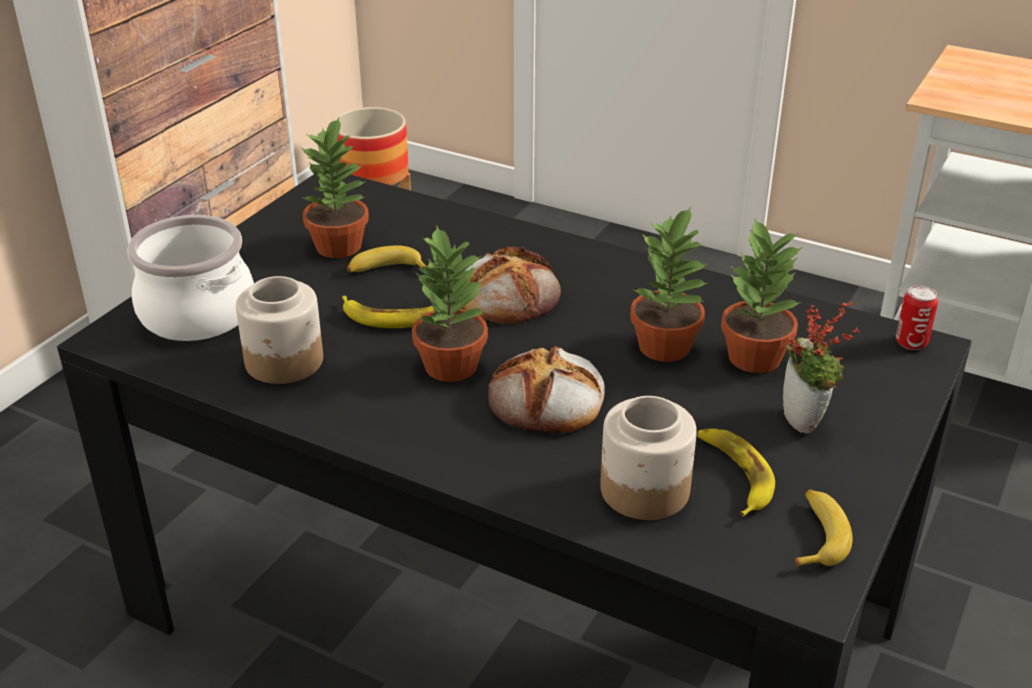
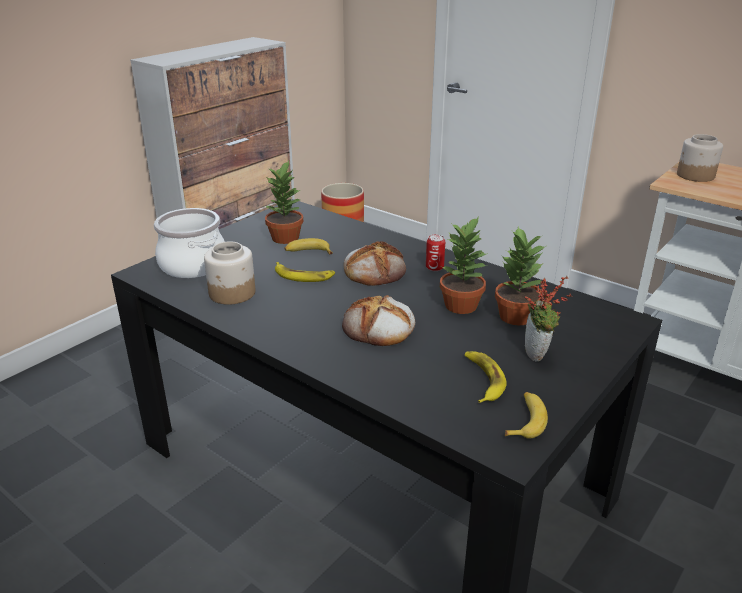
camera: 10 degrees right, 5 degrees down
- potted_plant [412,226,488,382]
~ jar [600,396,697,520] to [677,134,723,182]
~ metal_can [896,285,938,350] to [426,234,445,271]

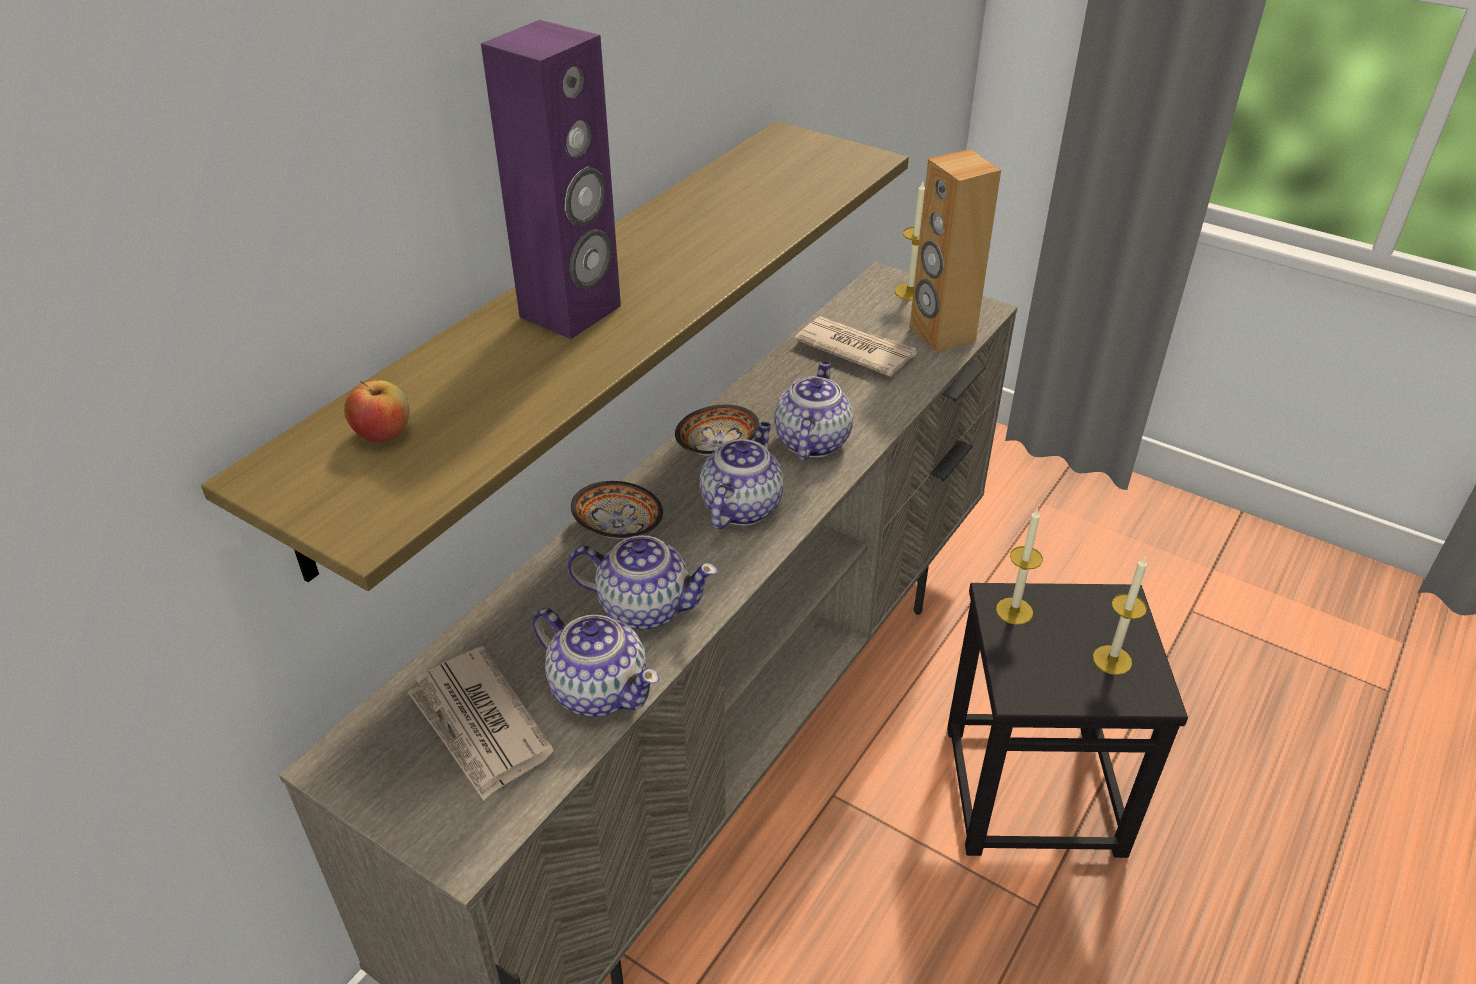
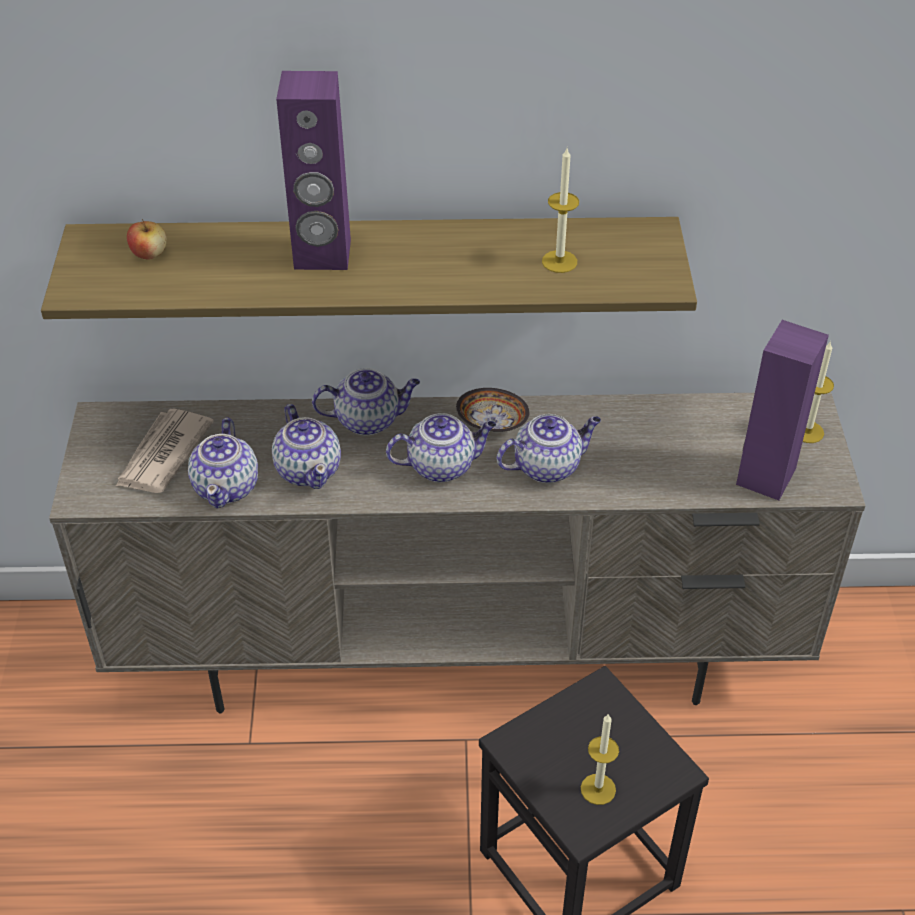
camera: 55 degrees right, 5 degrees up
~ serving_bowl [571,481,663,539] to tea_pot [312,368,420,435]
- daily_paper [794,316,917,377]
~ brown_loudspeaker [909,149,1001,353] to purple_loudspeaker [736,320,829,500]
~ candle [996,508,1043,625] to [542,148,579,273]

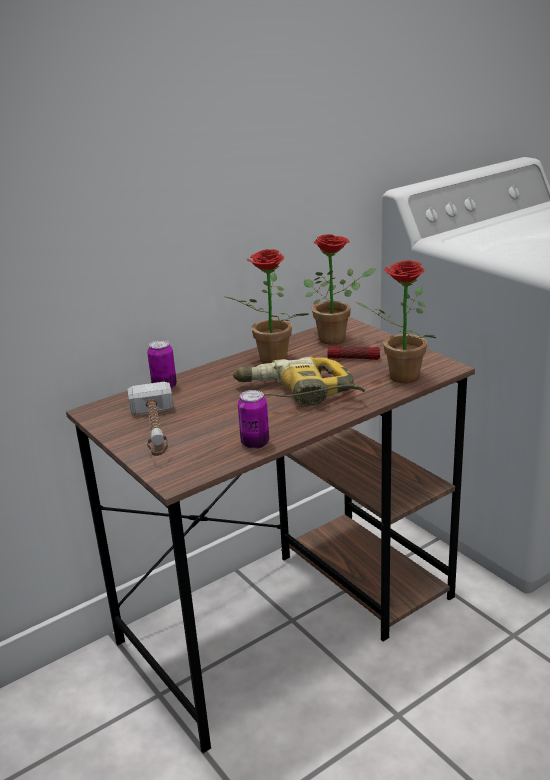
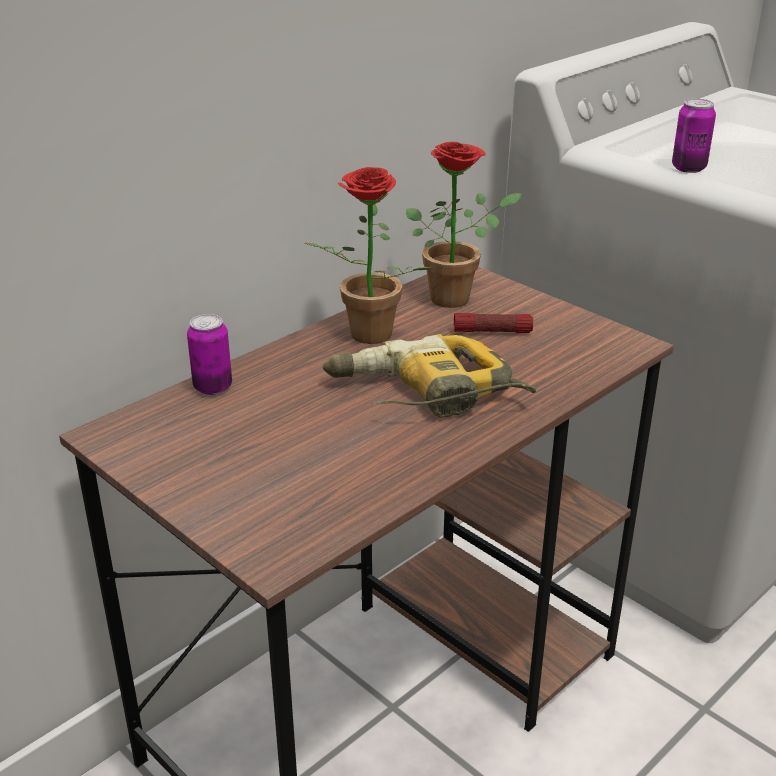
camera: 10 degrees left, 5 degrees up
- tool_hammer [128,381,173,456]
~ metal_can [238,390,269,449] to [672,99,716,173]
- potted_plant [356,260,436,383]

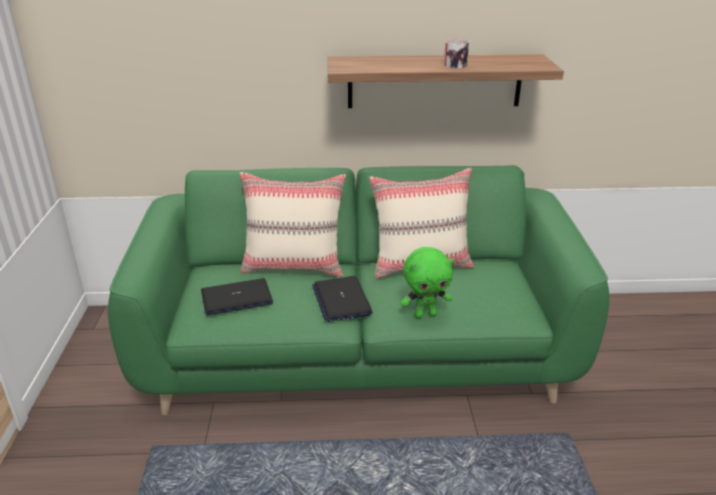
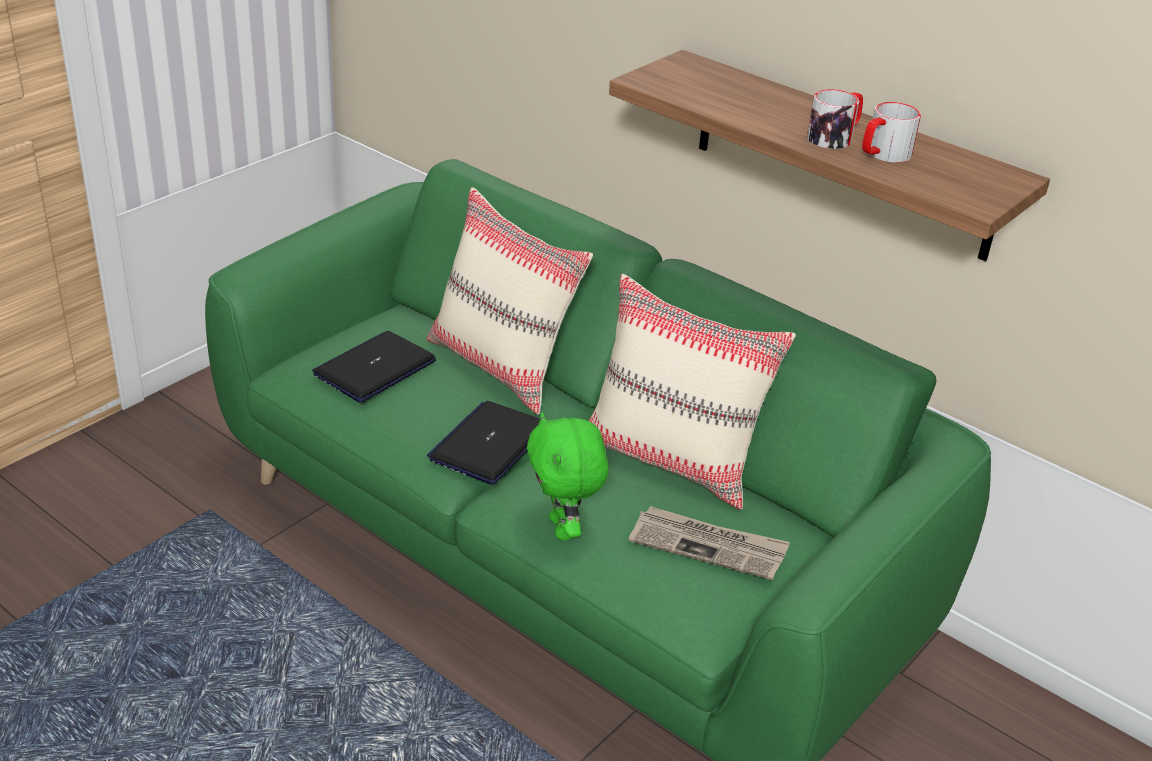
camera: 40 degrees right, 5 degrees up
~ portable_computer [201,278,273,315] = [312,331,436,403] 75 degrees counterclockwise
~ green-coloured_cuddly_toy [400,247,454,318] = [527,413,609,541] 45 degrees clockwise
+ daily_paper [628,506,790,580]
+ tea_mug [862,102,921,163]

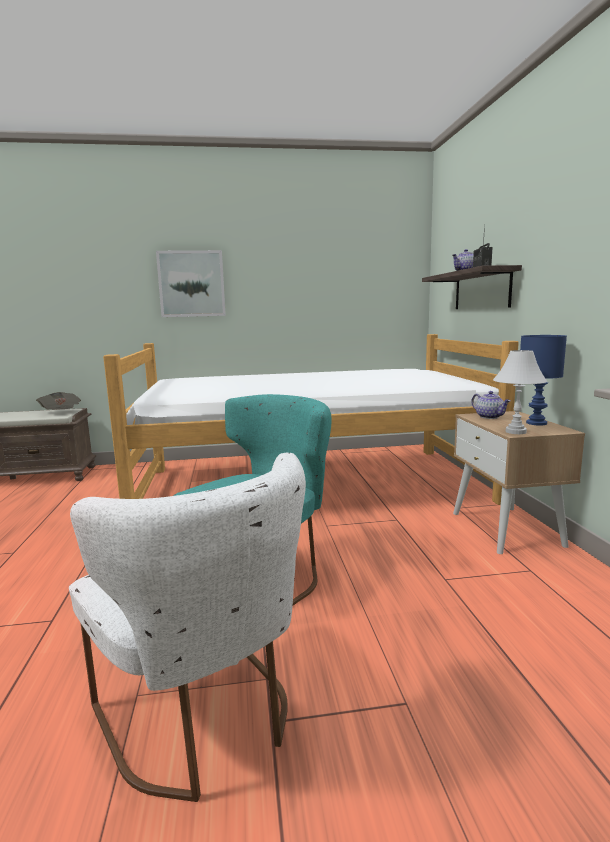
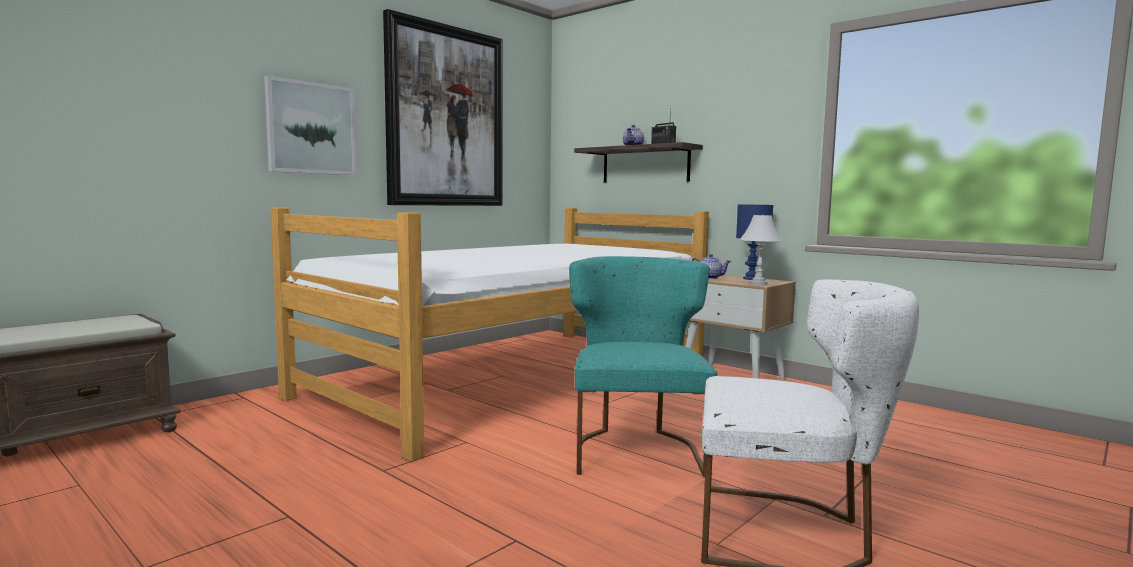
camera: 40 degrees left, 5 degrees down
- daily_paper [36,392,81,410]
+ wall_art [383,9,503,206]

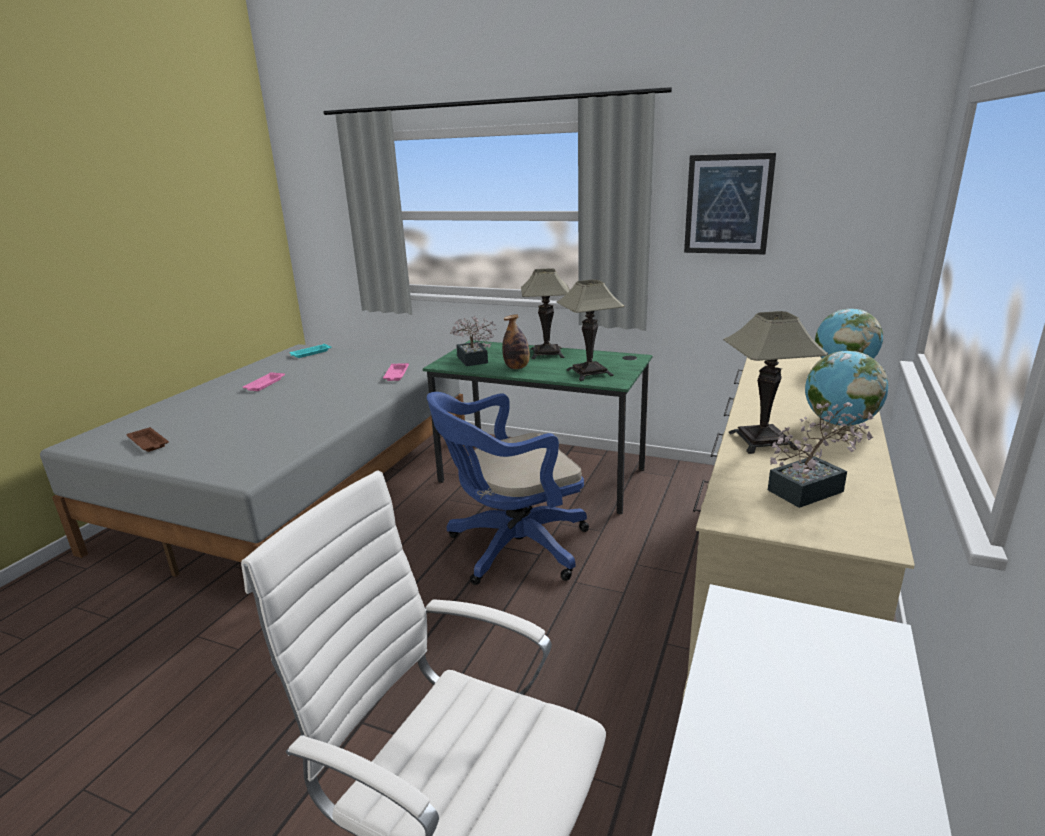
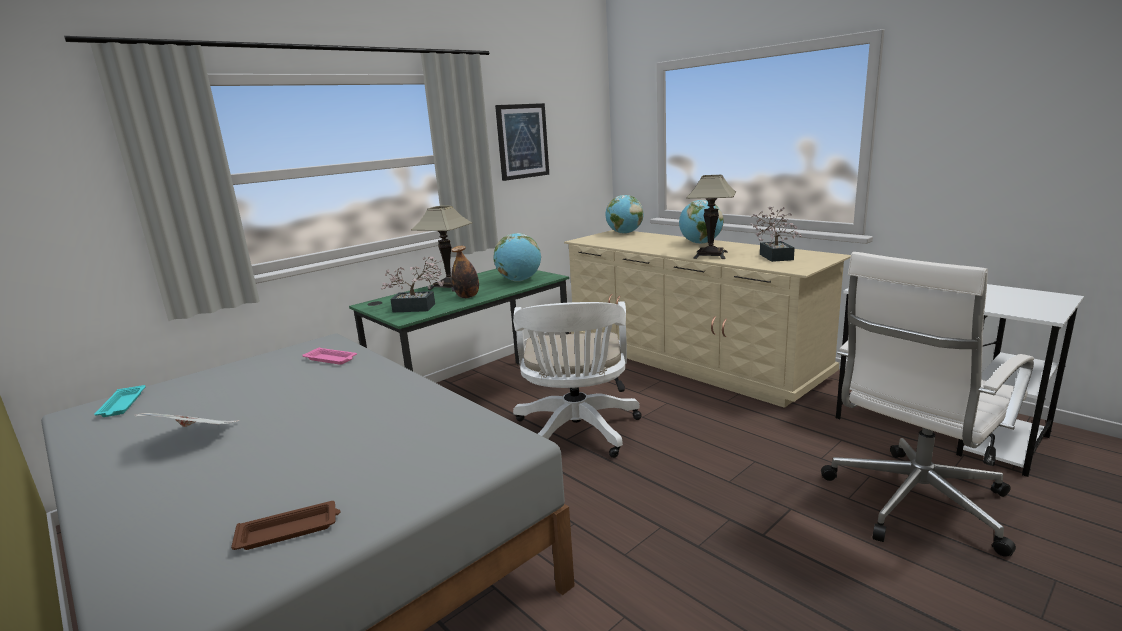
camera: 65 degrees left, 5 degrees down
~ pink_tray [243,372,285,391] to daily_paper [136,413,240,427]
~ blue-coloured_office_chair [427,392,589,585] to whitish_office_chair [513,301,642,458]
~ tabletop_lamp [557,279,625,381] to globe [493,233,541,281]

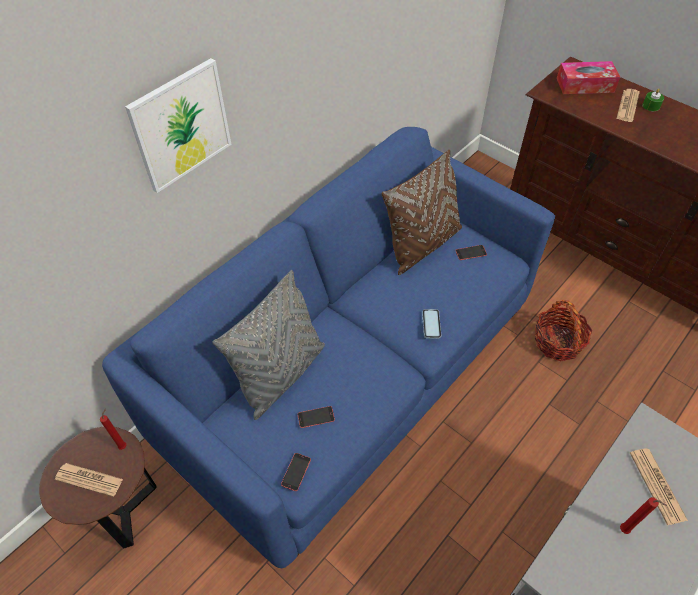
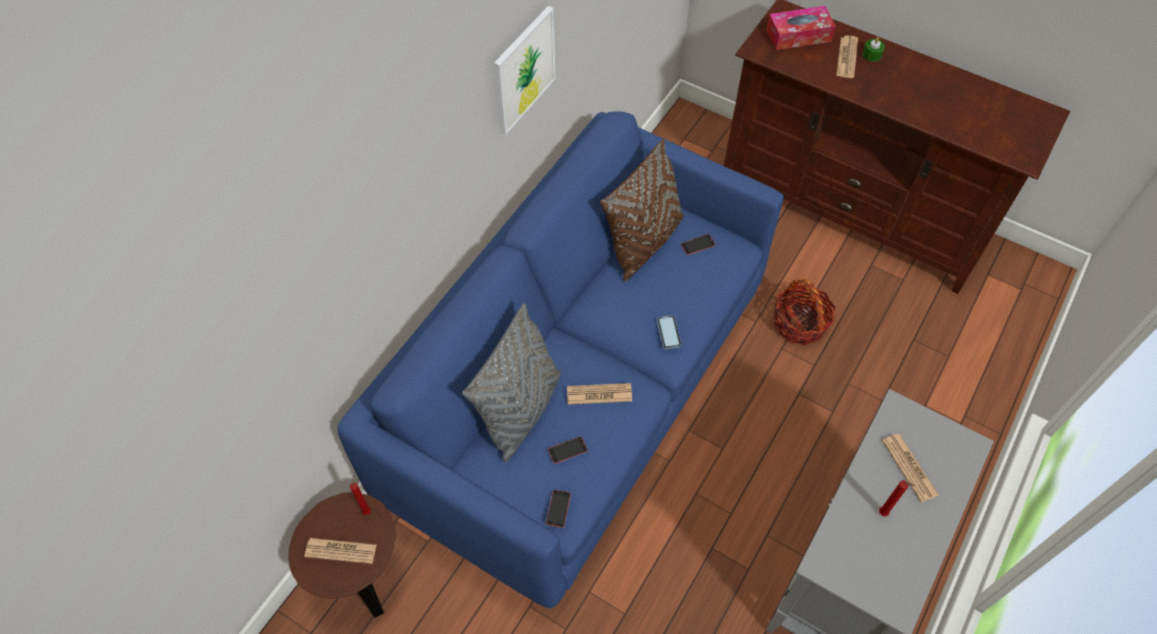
camera: 10 degrees left, 5 degrees up
~ wall_art [125,58,232,193] to [494,6,555,135]
+ daily_paper [567,383,632,405]

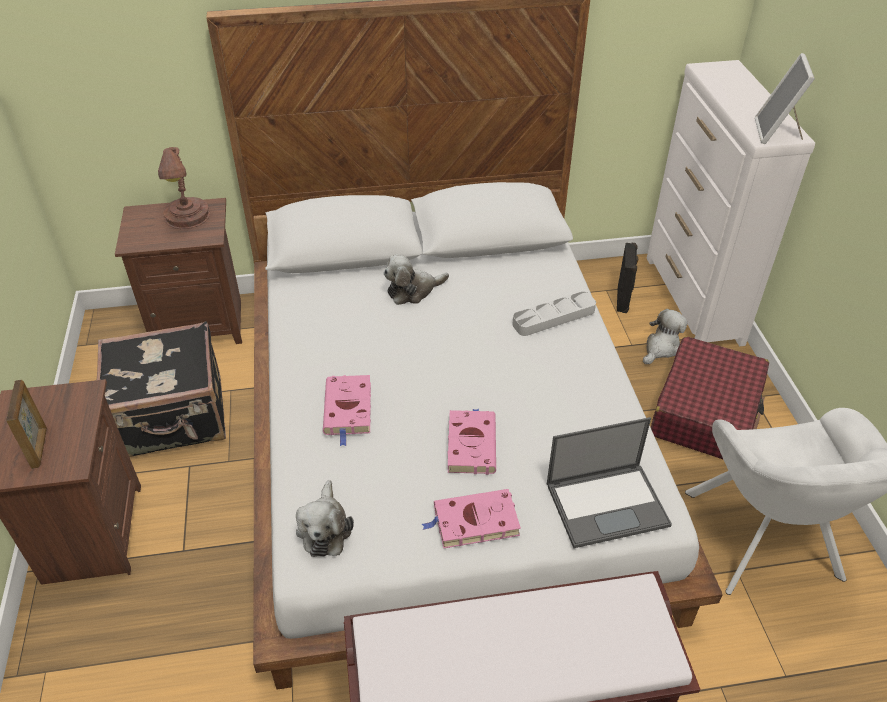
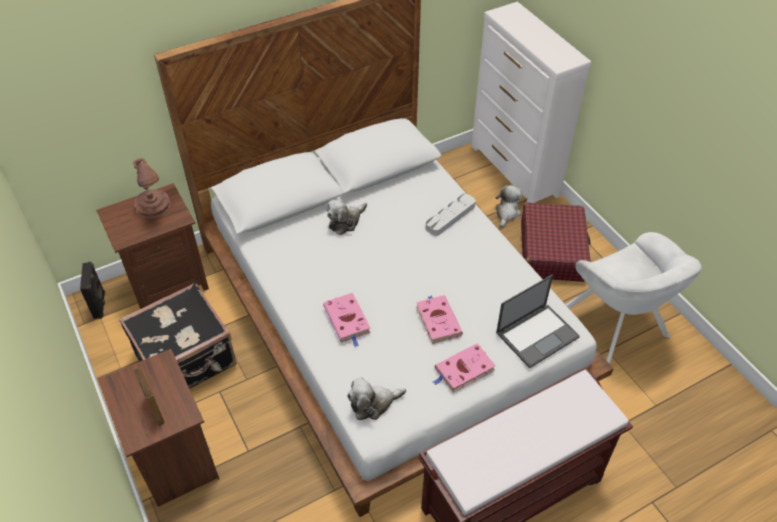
camera: 20 degrees left, 5 degrees up
~ cuddly_toy [296,480,354,557] = [347,377,406,420] 90 degrees clockwise
~ black_loudspeaker [617,243,638,313] to [80,262,105,319]
- picture_frame [755,53,815,144]

